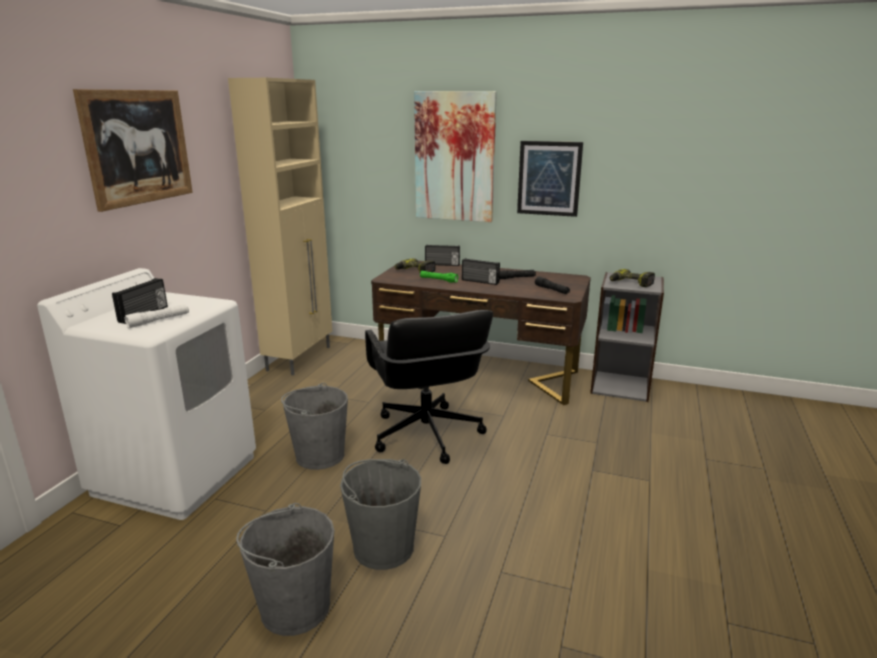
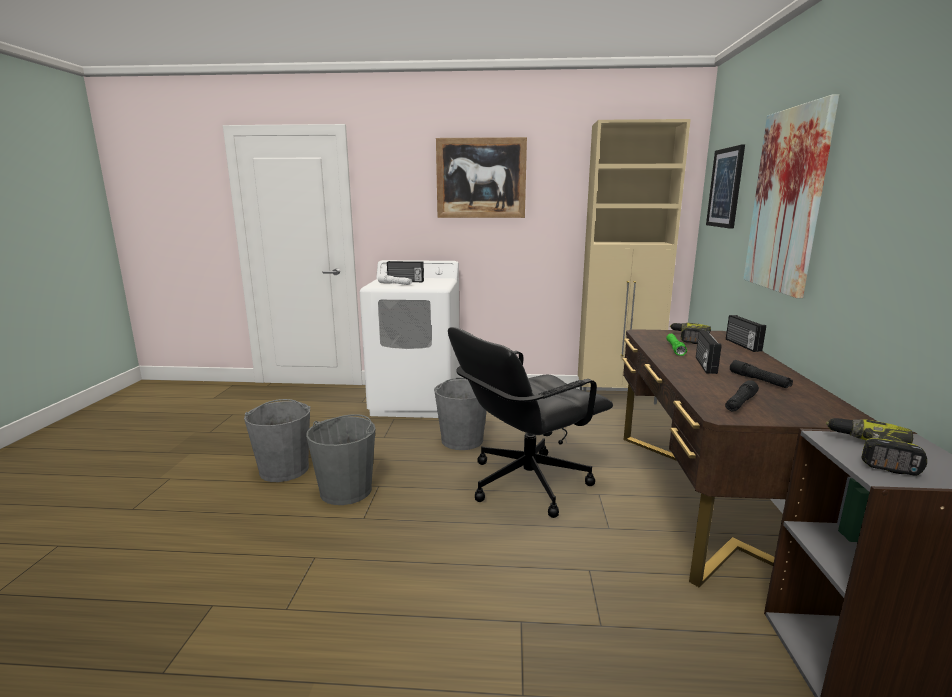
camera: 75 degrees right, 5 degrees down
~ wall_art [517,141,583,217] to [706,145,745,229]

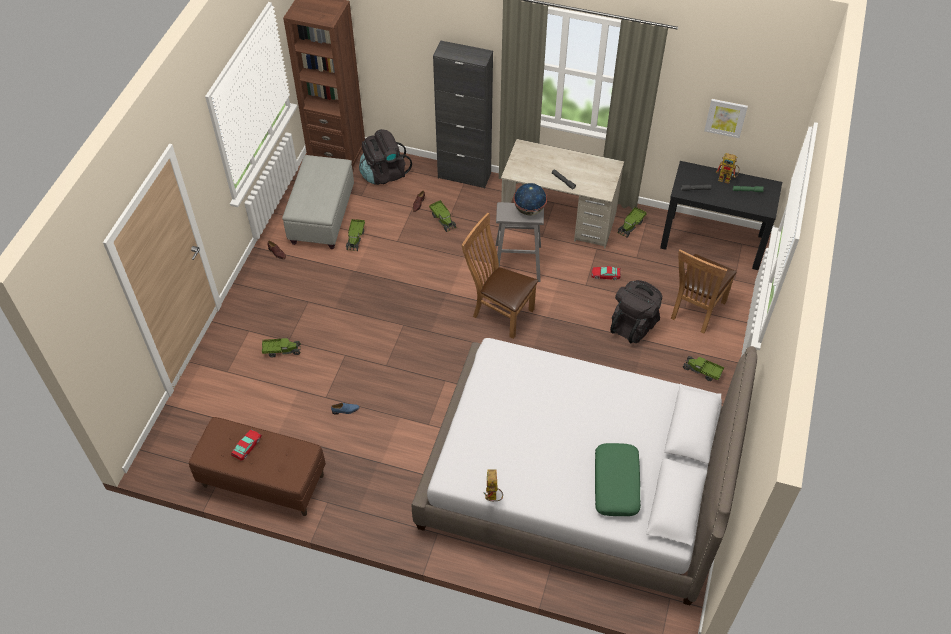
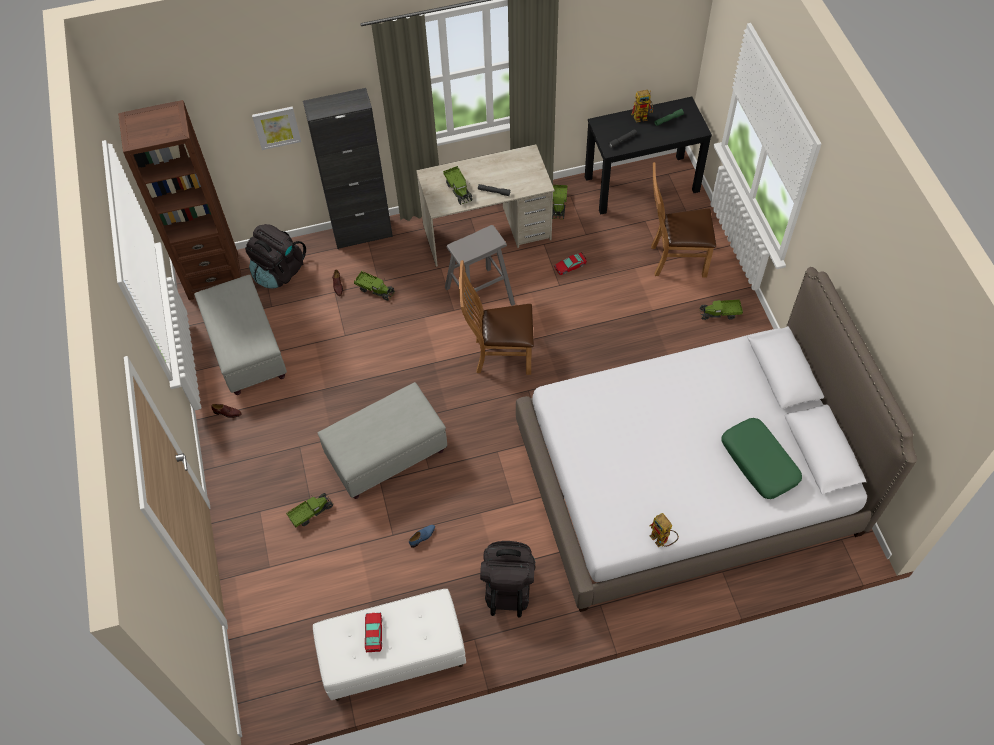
camera: 30 degrees left, 5 degrees up
~ brown_bench [189,417,326,516] to whitish_bench [313,589,466,701]
~ toy_truck [346,219,365,251] to [443,166,472,205]
- globe [514,183,547,216]
~ black_backpack [610,280,662,343] to [480,541,535,618]
~ brown_plain_chair [671,249,737,333] = [651,162,716,278] 90 degrees clockwise
~ wall_art [704,99,748,138] to [252,106,301,150]
+ grey_ottoman [317,382,447,499]

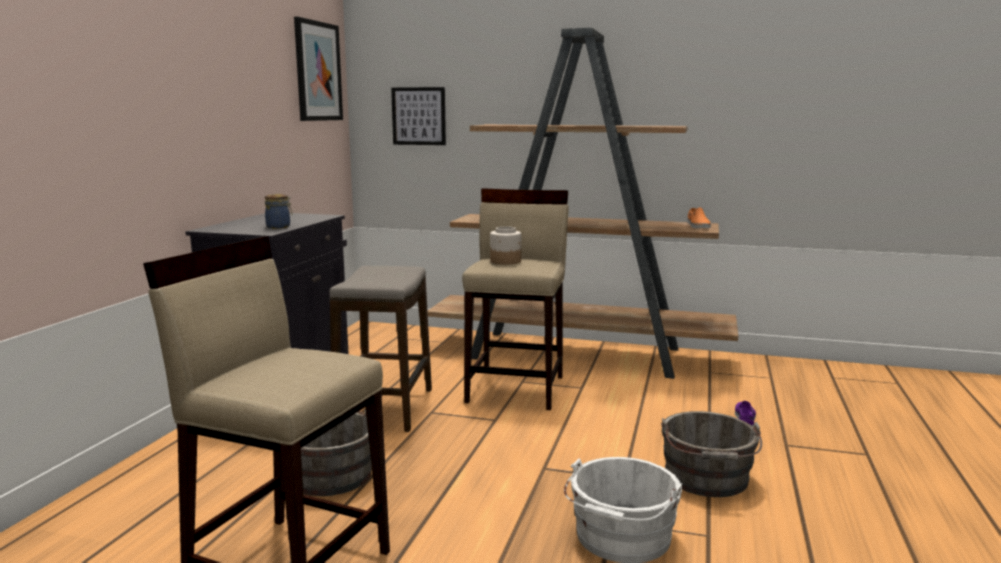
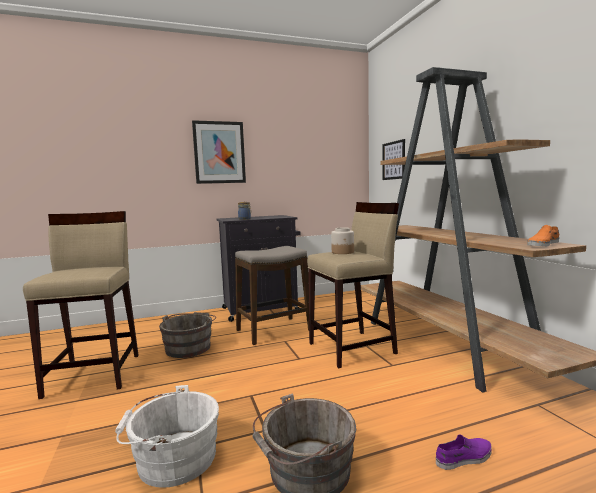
camera: 55 degrees right, 5 degrees down
~ wall_art [294,17,343,121] to [192,120,246,184]

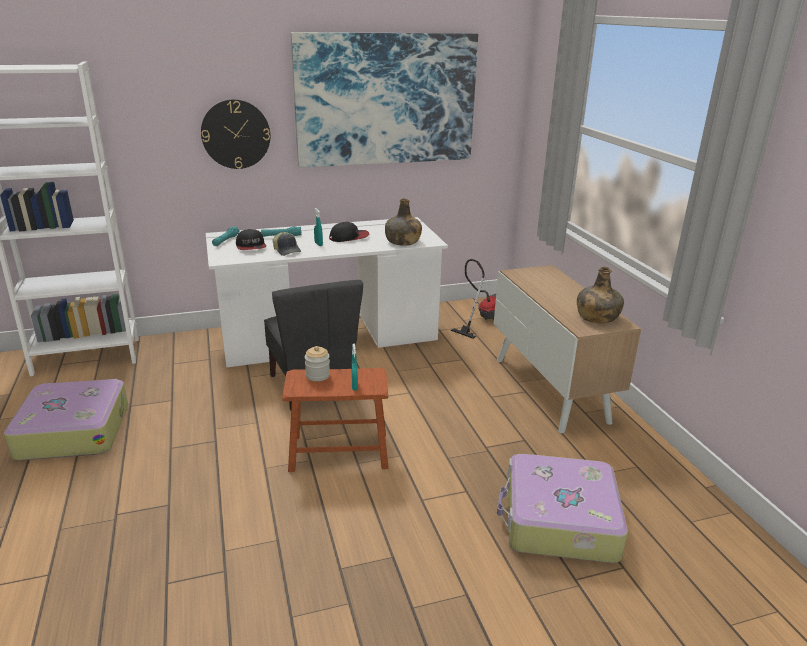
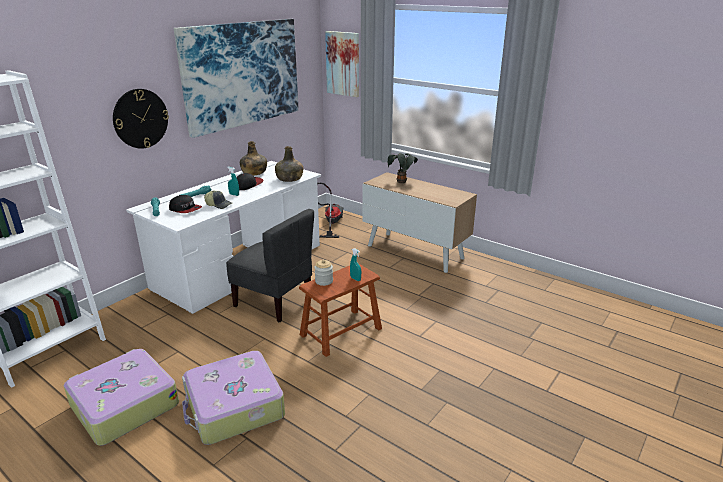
camera: 35 degrees left, 0 degrees up
~ suitcase [497,454,628,563] to [182,351,285,445]
~ green-coloured_drink_bottle [577,267,624,323] to [240,141,267,176]
+ wall_art [325,31,359,97]
+ potted_plant [387,153,418,183]

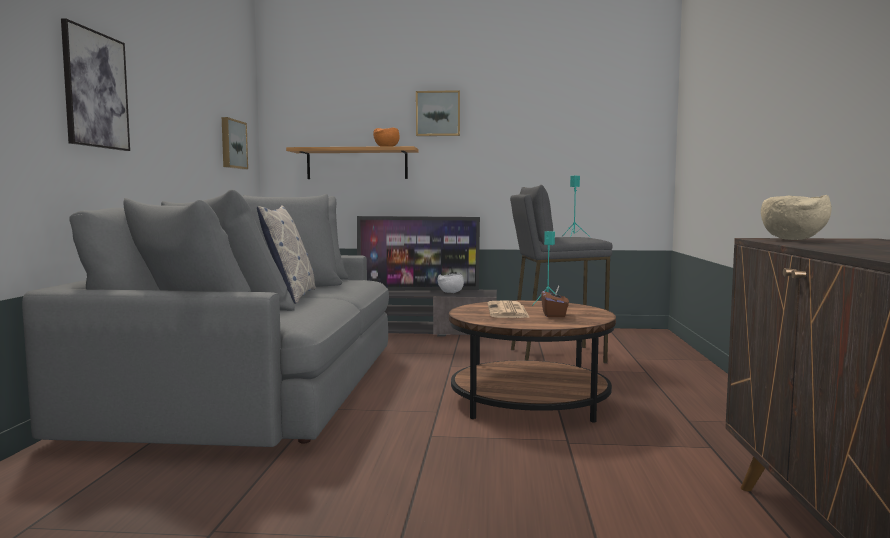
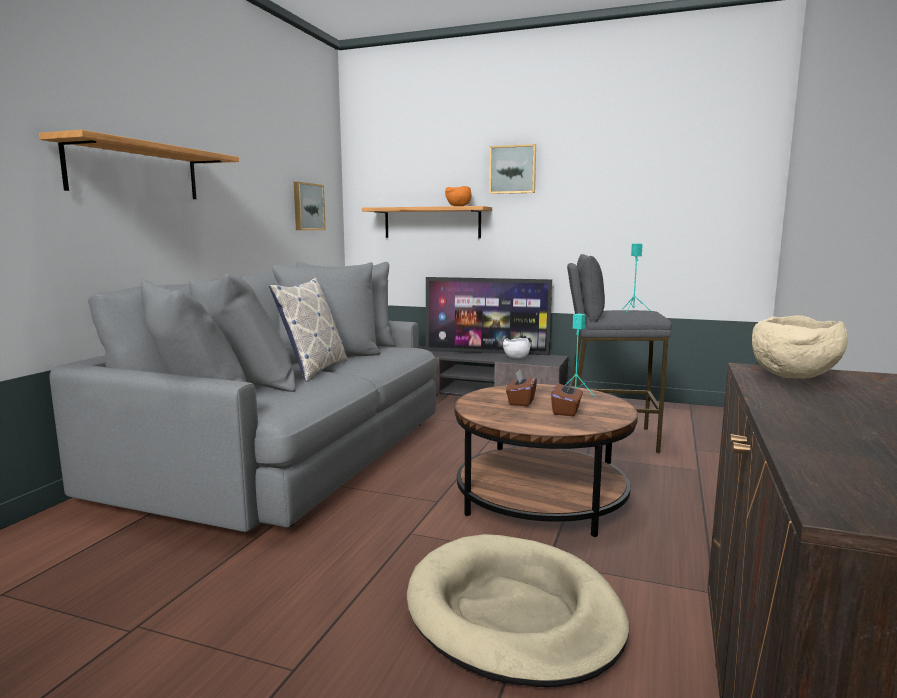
camera: 15 degrees right, 5 degrees up
~ wall_art [61,18,130,151] to shelf [38,130,239,199]
~ daily_paper [487,300,530,318] to brown_tissue_holder [506,370,537,406]
+ sand-coloured_dog_bed [407,534,629,687]

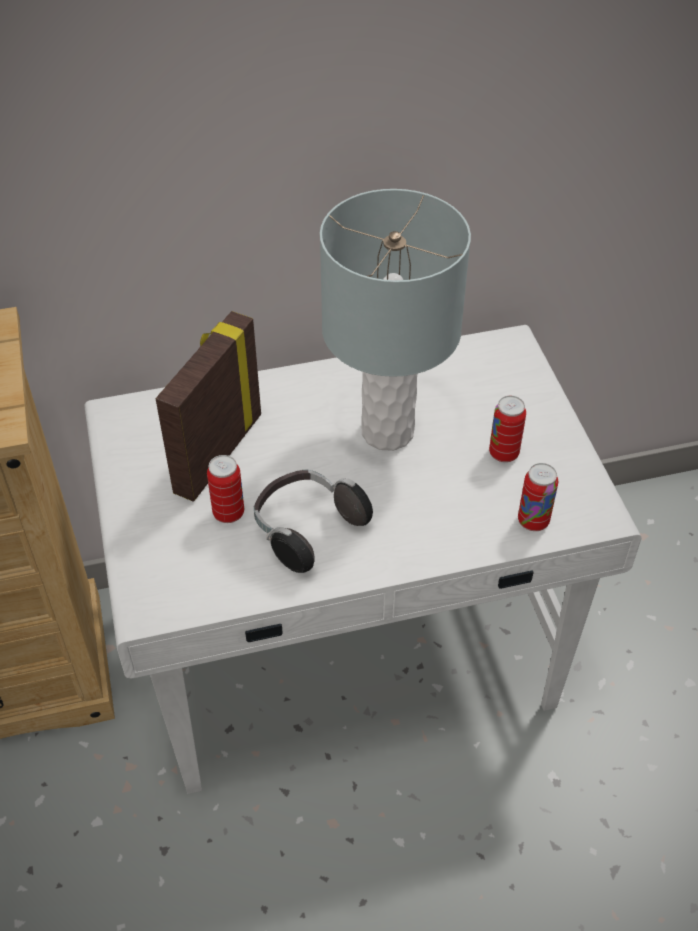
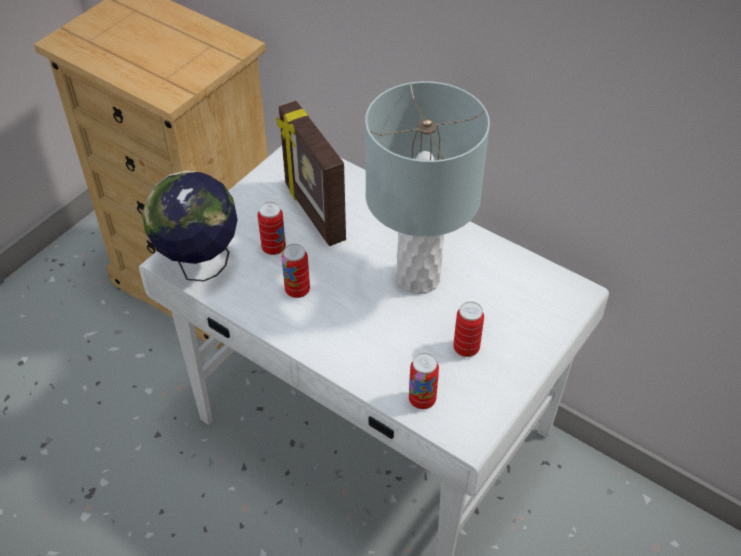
camera: 50 degrees right, 0 degrees up
~ picture_frame [156,311,261,502] = [276,101,346,246] 105 degrees counterclockwise
~ headphones [254,470,373,573] to metal_can [282,244,310,298]
+ globe [142,170,238,281]

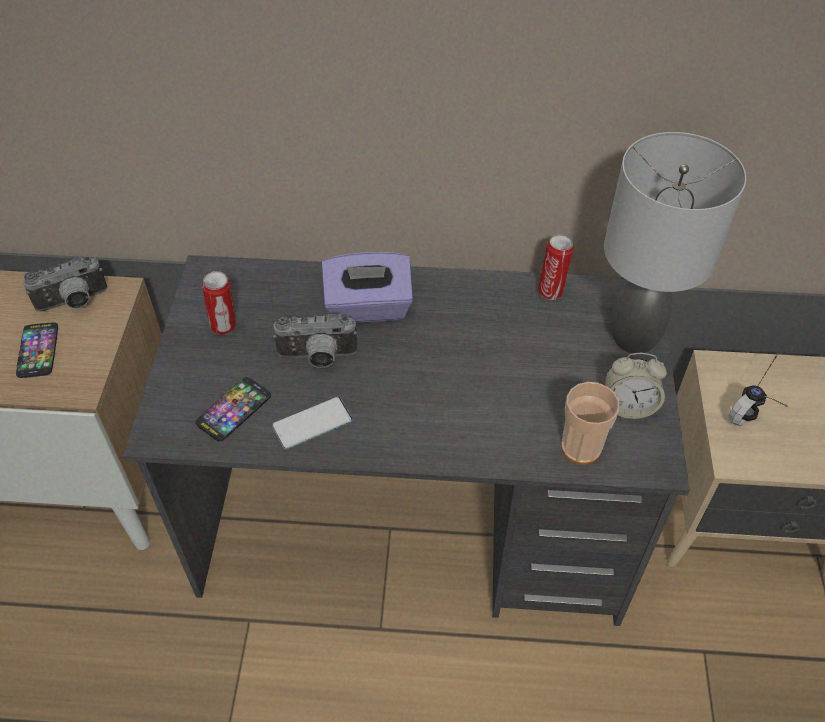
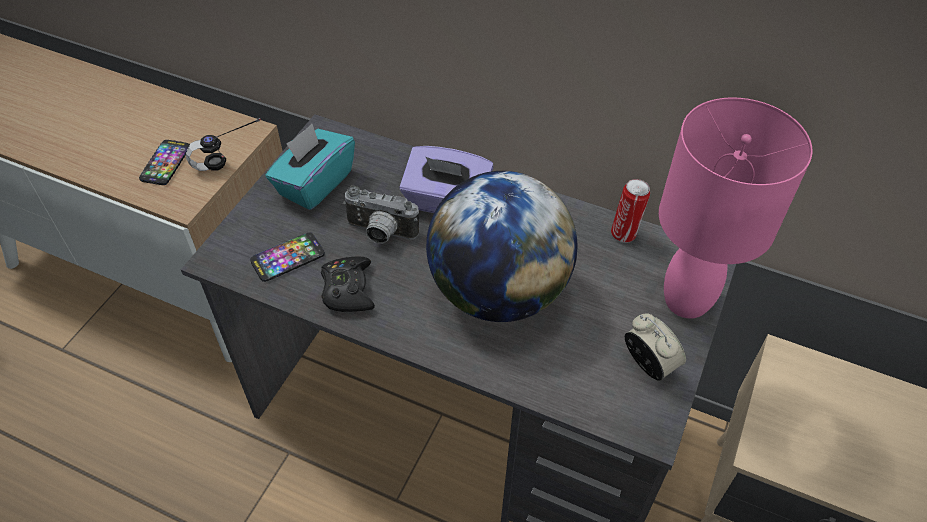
camera: 20 degrees right, 0 degrees up
- photo_camera [23,257,107,312]
~ metal_can [202,271,236,335] to turquoise-coloured_tissue_holder [266,124,355,210]
~ telephone [272,397,353,449] to black_game_controller [321,256,375,312]
- small_cup [561,382,620,465]
~ grey_tabletop_lamp [604,132,746,353] to pink_tabletop_lamp [659,97,812,319]
~ alarm_clock [605,353,667,419] = [625,314,686,381] 150 degrees counterclockwise
~ headphones [728,353,788,426] to [186,118,261,171]
+ globe [426,171,578,322]

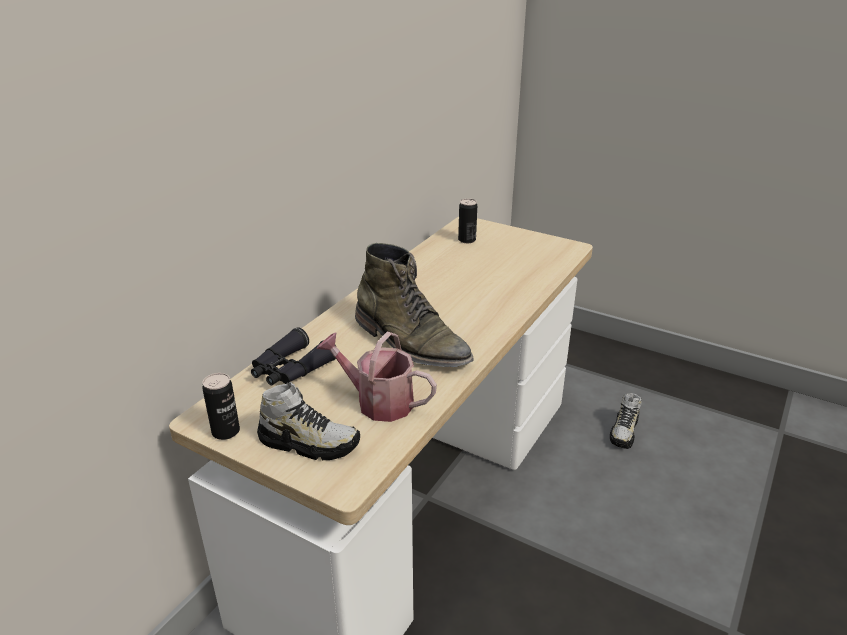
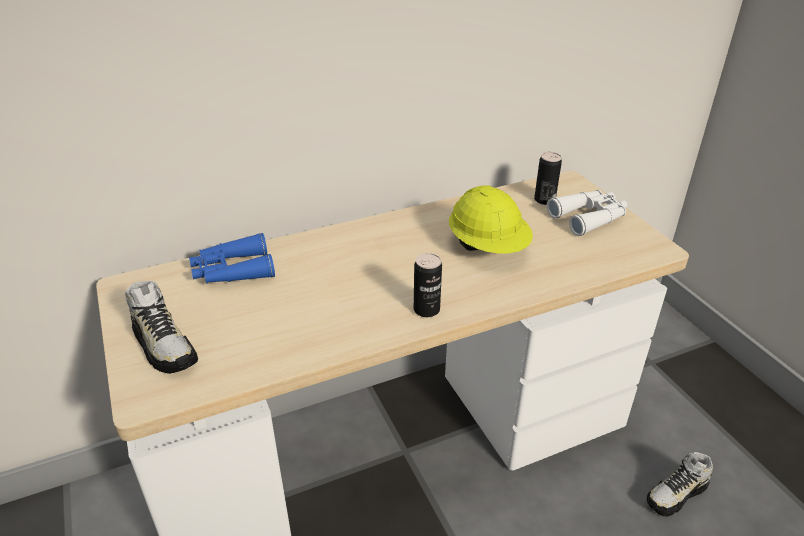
camera: 35 degrees right, 5 degrees up
~ metal_can [202,373,240,440] to [414,253,442,317]
~ black_pair_of_binoculars [251,327,336,385] to blue-coloured_pair_of_binoculars [189,233,275,284]
- watering_pot [317,332,437,422]
- green-coloured_boot [355,243,474,367]
+ yellow-coloured_hard_hat [449,185,533,254]
+ whitish_pair_of_binoculars [547,190,627,236]

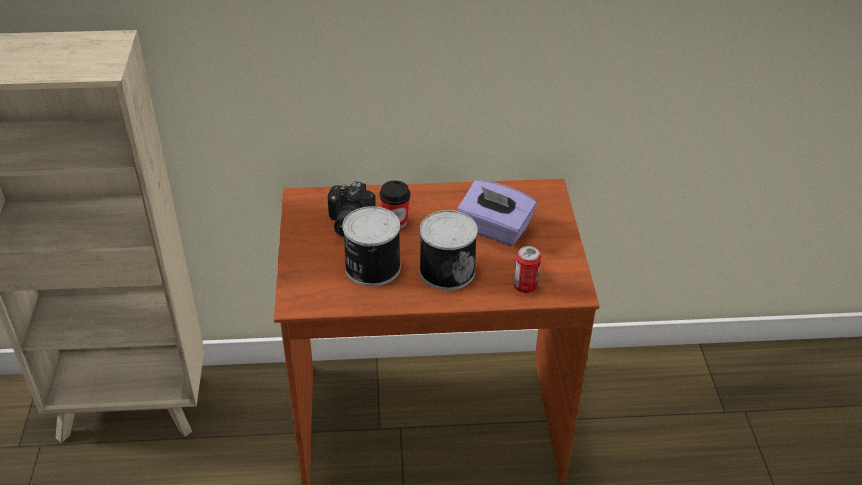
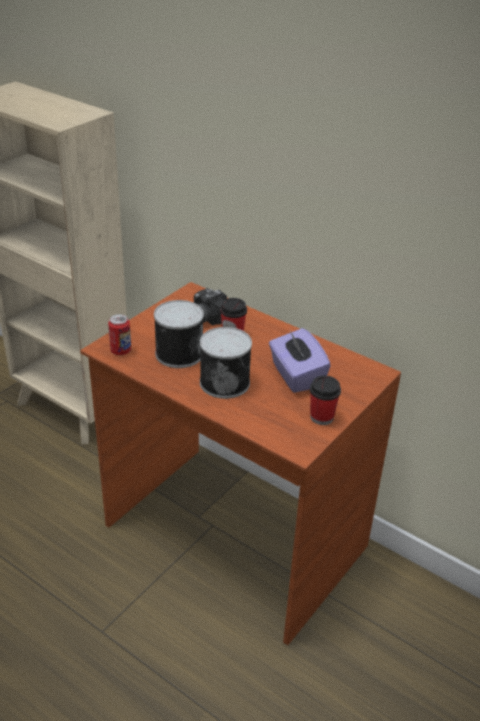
camera: 40 degrees right, 5 degrees down
~ metal_can [514,246,541,293] to [108,314,131,355]
+ small_cup [310,375,341,425]

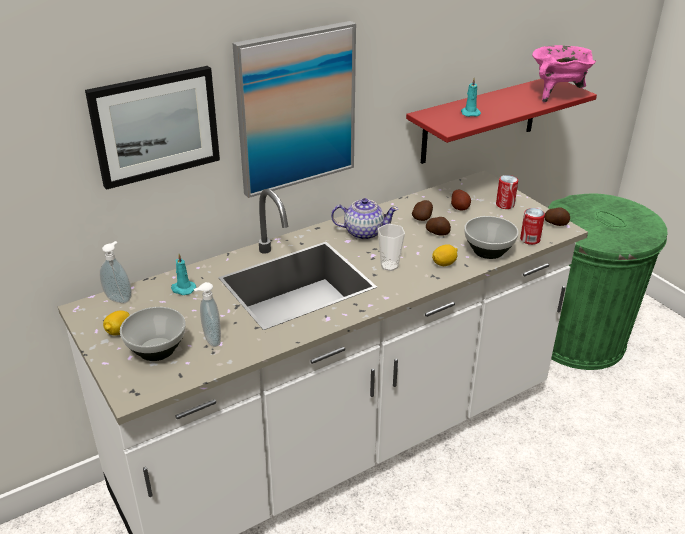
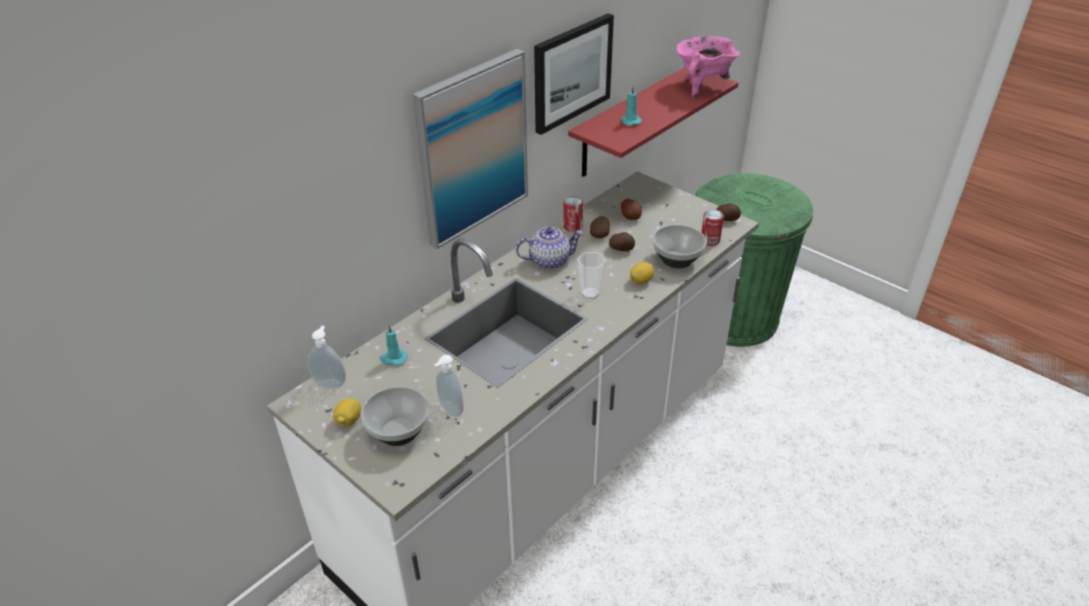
camera: 15 degrees left, 5 degrees up
~ wall_art [85,66,220,190] to [534,13,614,135]
~ metal_can [496,175,518,209] to [563,196,583,232]

